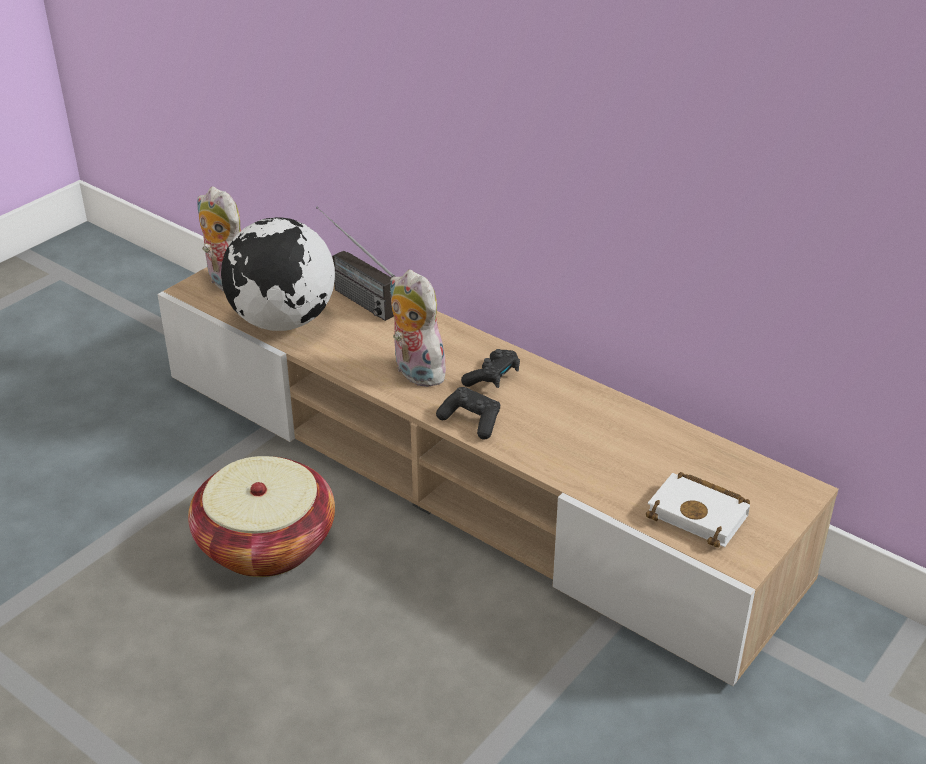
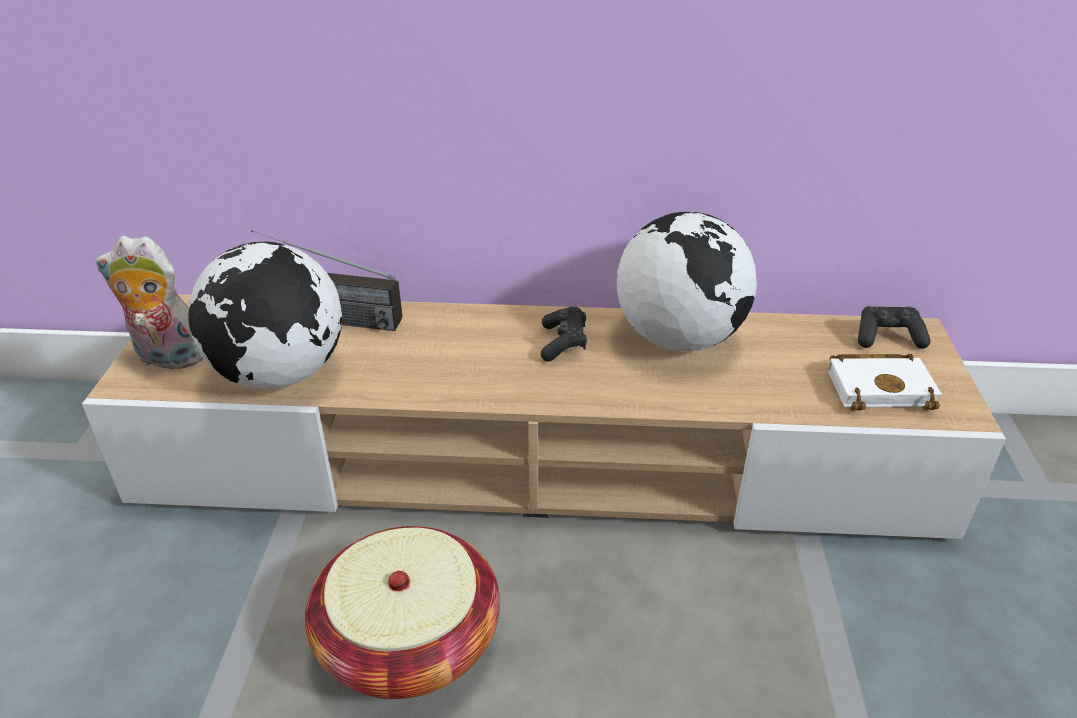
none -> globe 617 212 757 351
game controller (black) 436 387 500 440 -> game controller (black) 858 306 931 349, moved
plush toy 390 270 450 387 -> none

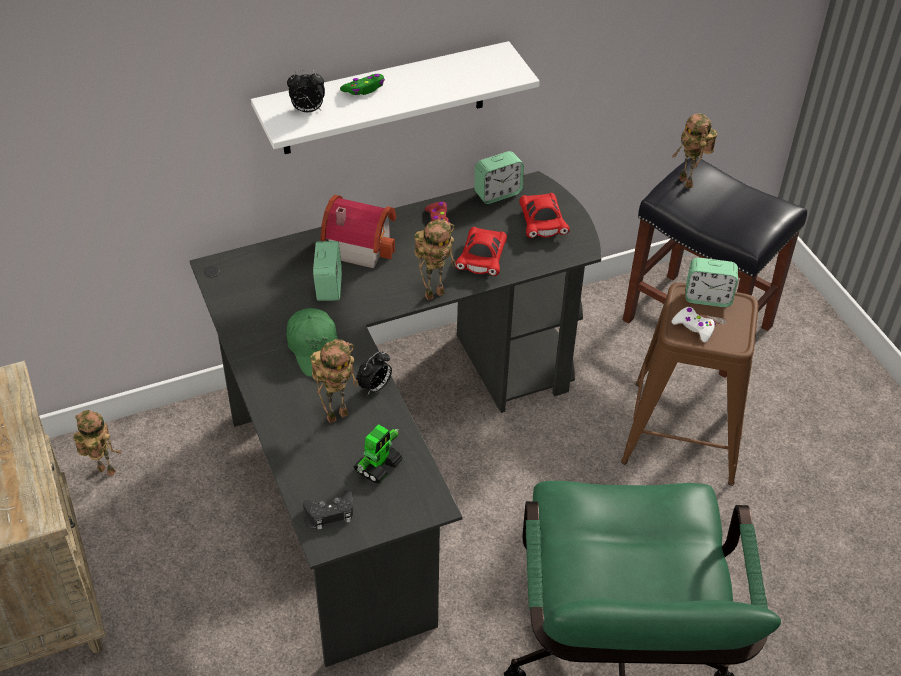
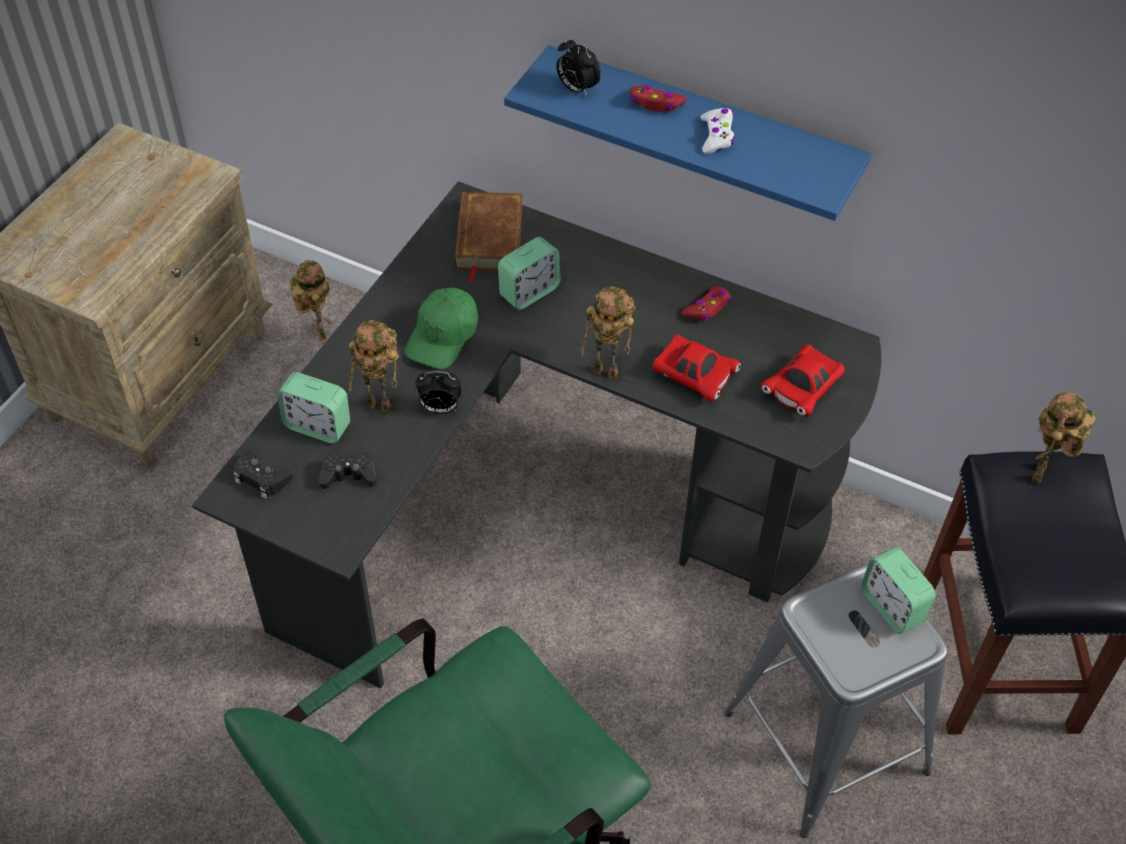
alarm clock 474 151 524 204 -> alarm clock 277 372 350 444, moved
toy robot 353 424 403 484 -> game controller (black) 319 452 377 489
none -> book (brown) 455 192 522 282
shelf (white) 251 41 540 154 -> shelf (blue) 504 45 872 221
game controller (green) 340 74 385 95 -> game controller (red) 630 84 687 112
toy car (red) 455 227 507 276 -> toy car (red) 653 334 741 402, 120 degrees counterclockwise
game controller (white) 672 307 715 342 -> game controller (white) 700 108 735 154, moved
stool (brown) 621 283 758 486 -> stool (grey) 724 563 948 838
toy house 321 194 396 268 -> none

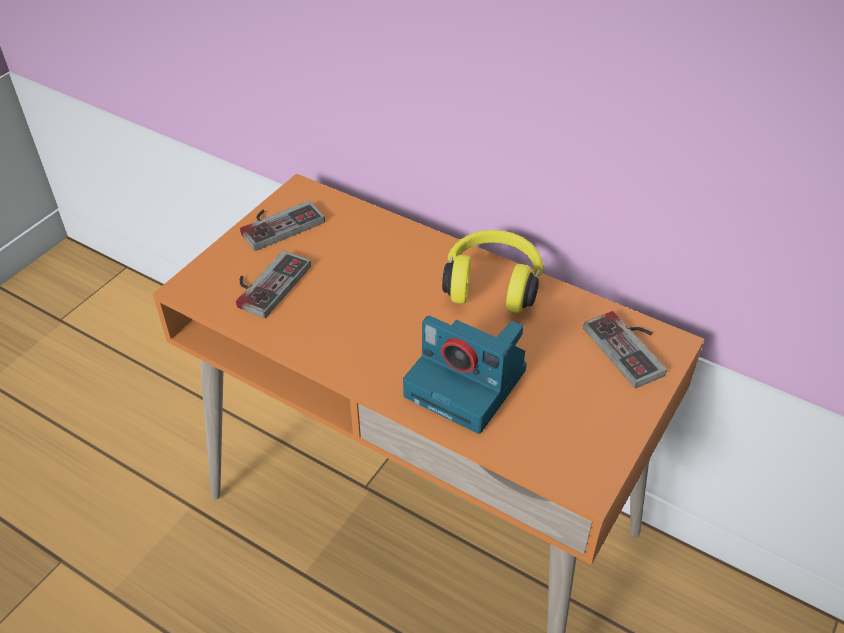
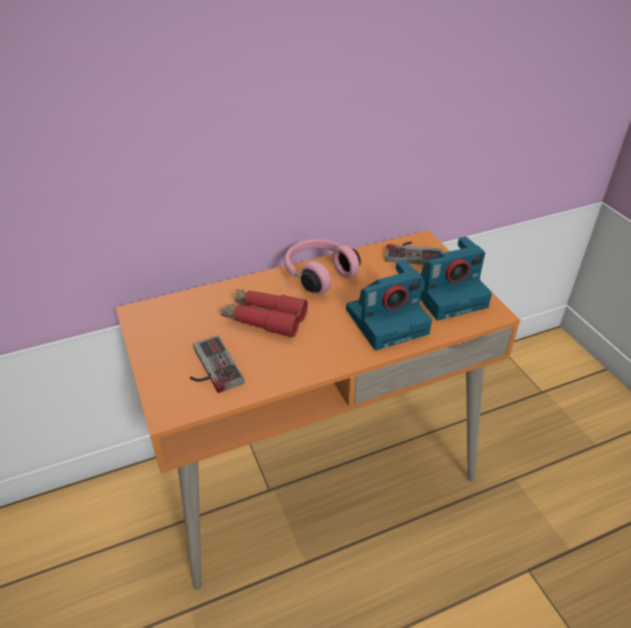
none -> binoculars (red) 221 289 308 338
headphones (yellow) 442 230 543 313 -> headphones (pink) 284 239 361 294
none -> photo camera 420 237 492 320
game controller 240 200 325 251 -> none

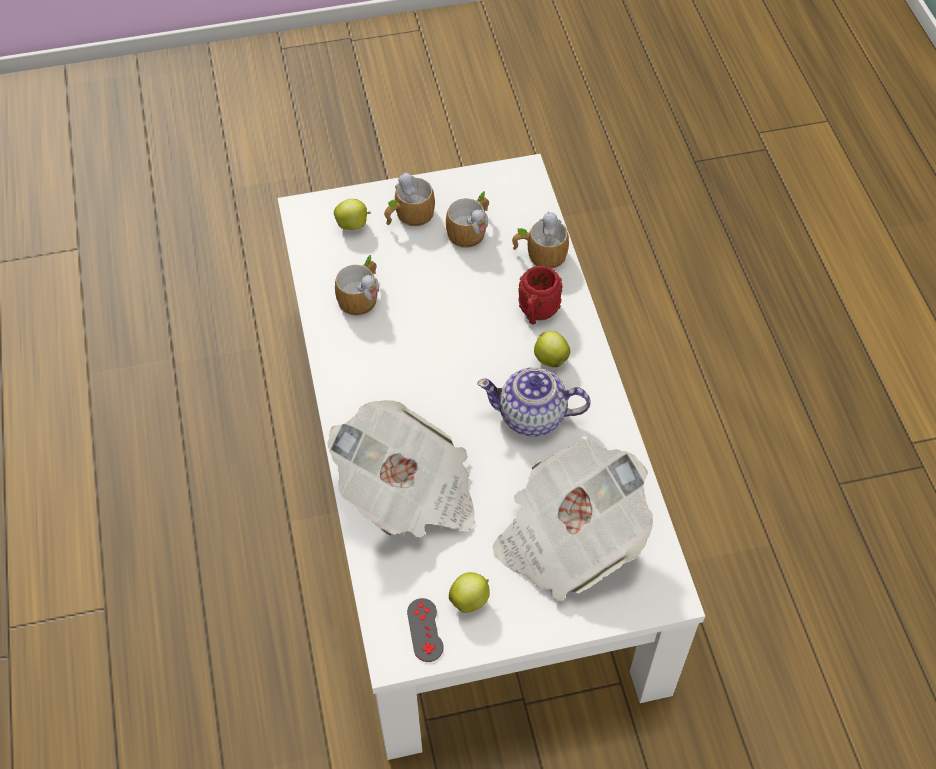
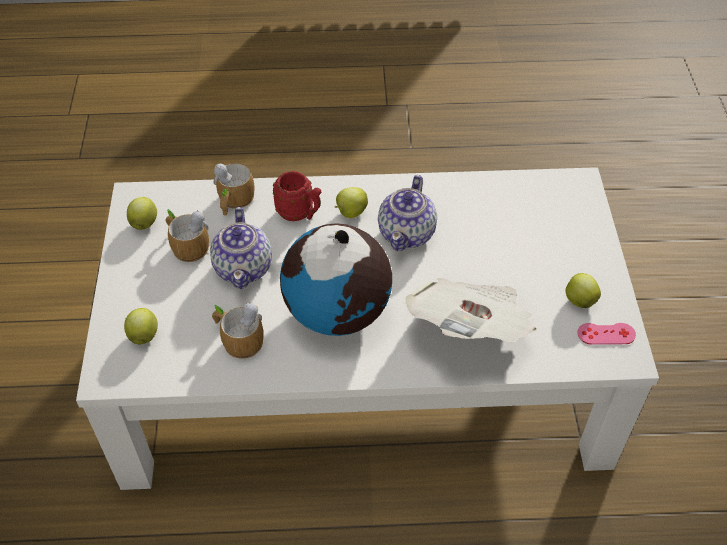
none -> apple 127 197 157 230
none -> teapot 210 207 272 289
none -> globe 280 223 392 336
game controller (grey) 407 598 443 662 -> game controller (pink) 577 323 636 345
mug 384 173 435 226 -> none
newspaper 493 439 653 602 -> none

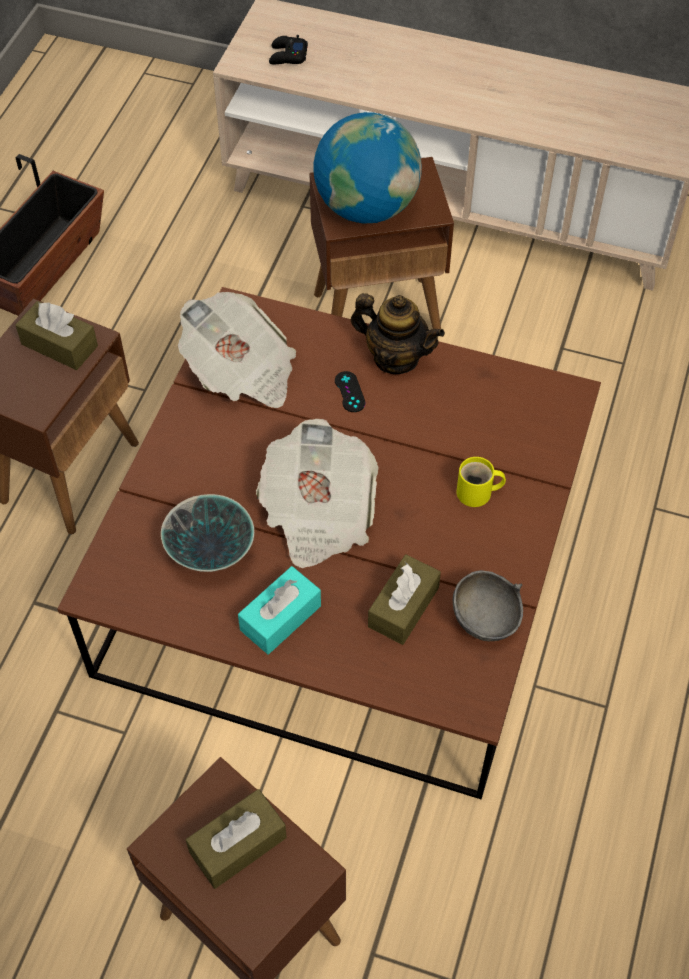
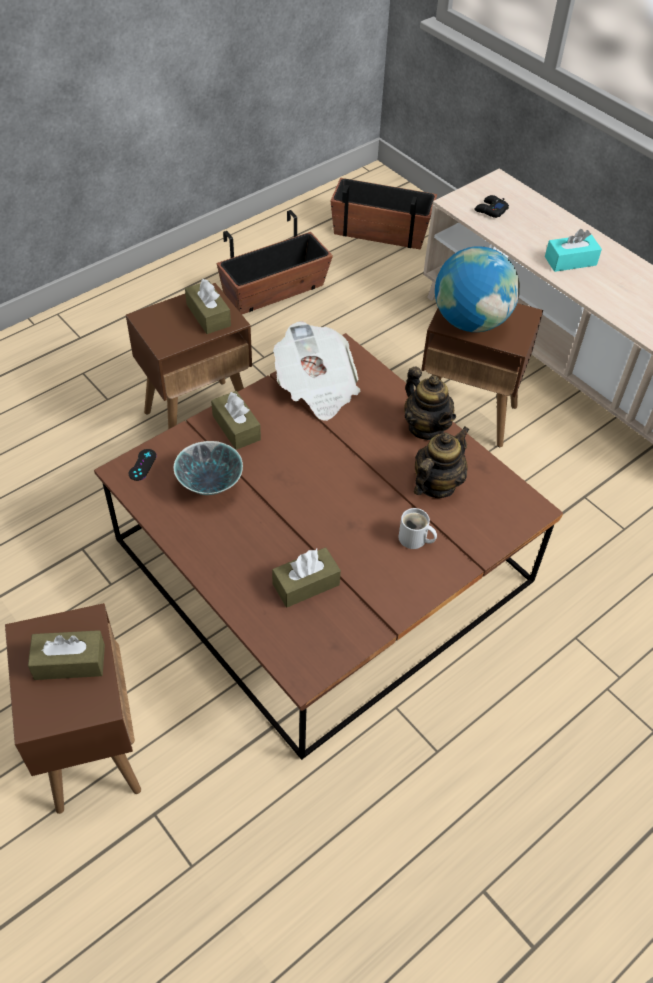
game controller (black) 335 371 365 412 -> game controller (black) 129 449 157 481, moved
none -> tissue box (brown) 211 391 261 450
none -> planter 330 178 437 250
mug (yellow) 456 457 506 507 -> mug (white) 399 508 437 549
none -> teapot 414 426 470 498
tissue box (turquoise) 238 566 321 654 -> tissue box (turquoise) 545 229 602 272, moved
newspaper 256 419 379 568 -> none
bowl (grey) 453 570 523 641 -> none

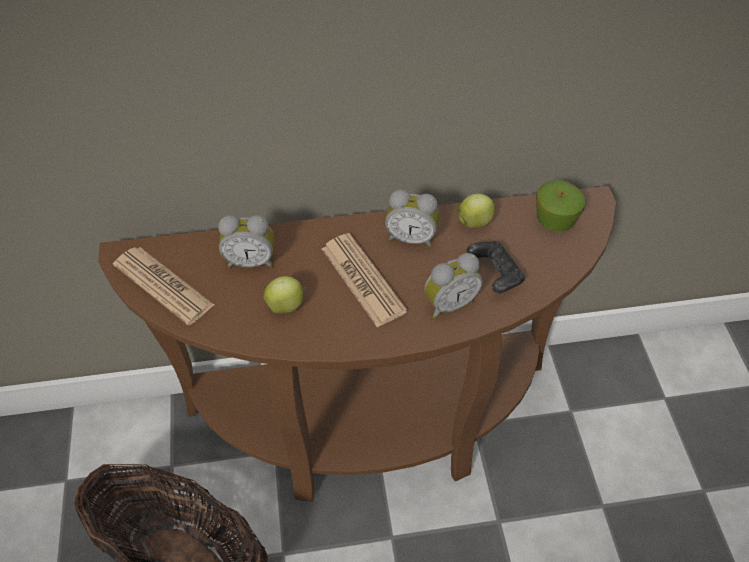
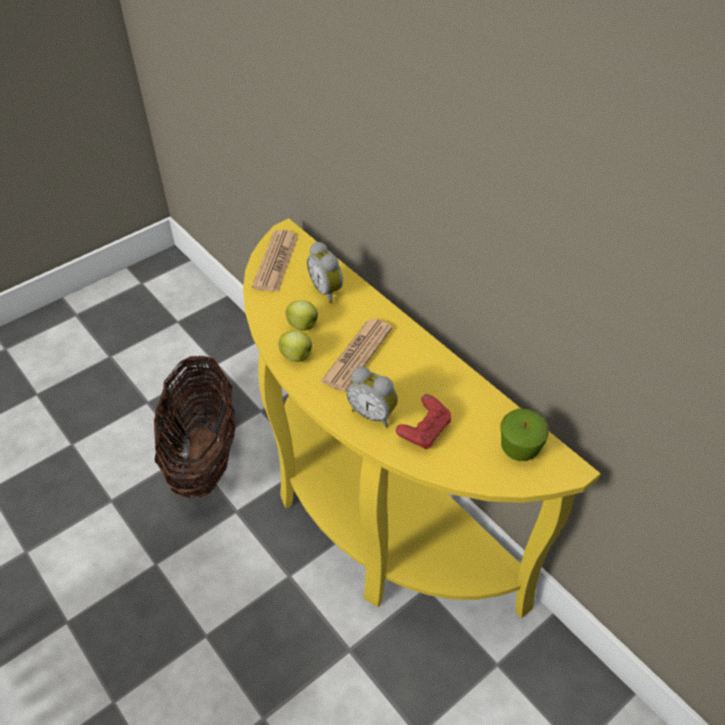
console table (brown) 98 186 616 502 -> console table (yellow) 243 218 600 618
apple 457 193 495 228 -> apple 278 331 312 362, moved
game controller (black) 467 241 525 293 -> game controller (red) 396 394 451 449
alarm clock 385 190 439 248 -> none

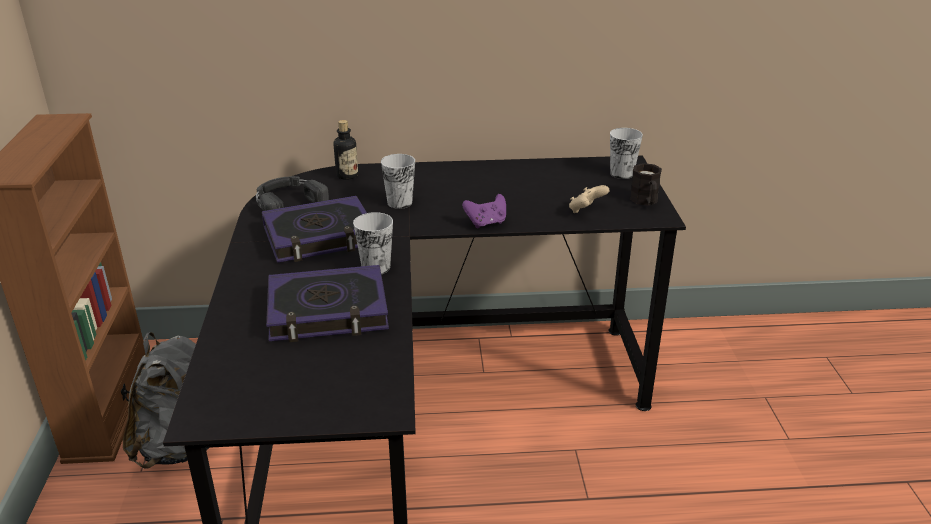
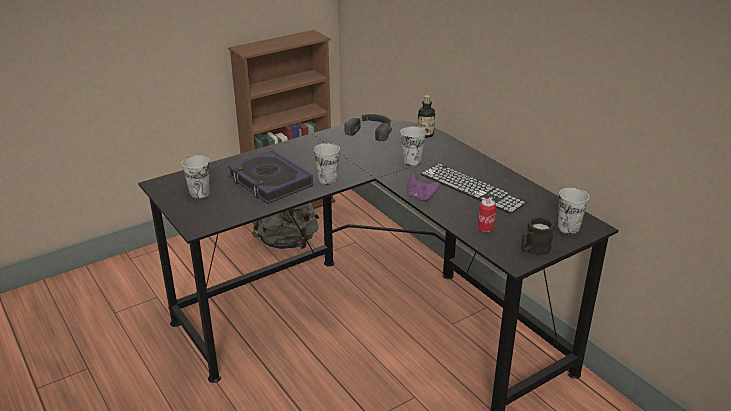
none -> cup 182 155 210 199
none -> keyboard 420 164 528 214
game controller (beige) 569 185 610 213 -> can 478 199 496 232
book 262 196 367 263 -> none

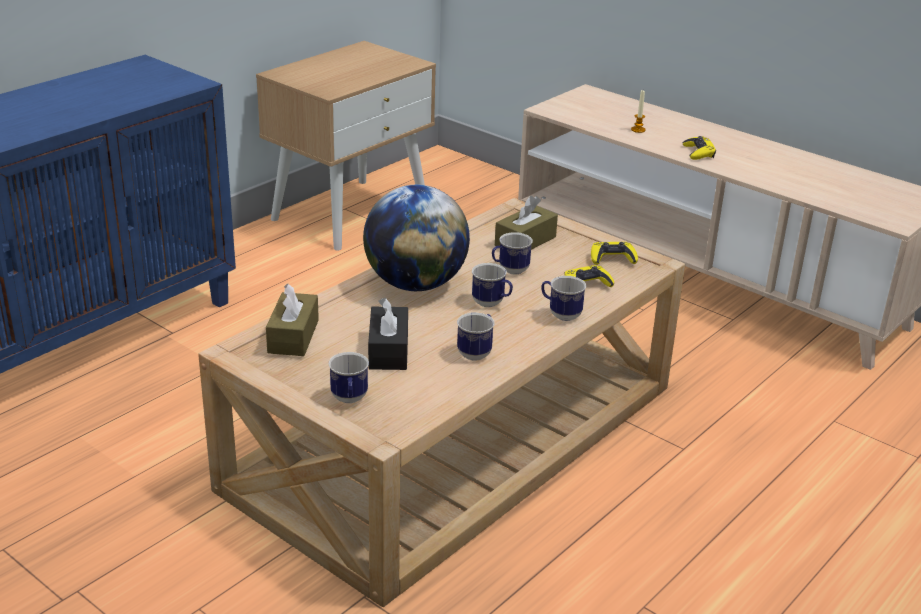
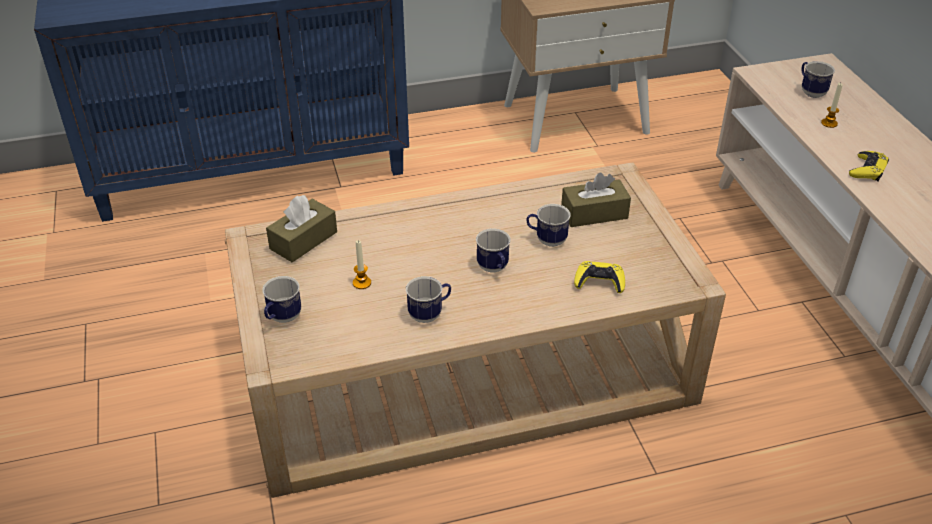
tissue box (black) 368 298 408 370 -> candle 353 240 371 289
mug 542 276 586 321 -> mug 801 61 835 98, moved
globe 363 185 470 291 -> none
game controller (yellow) 591 242 638 265 -> none

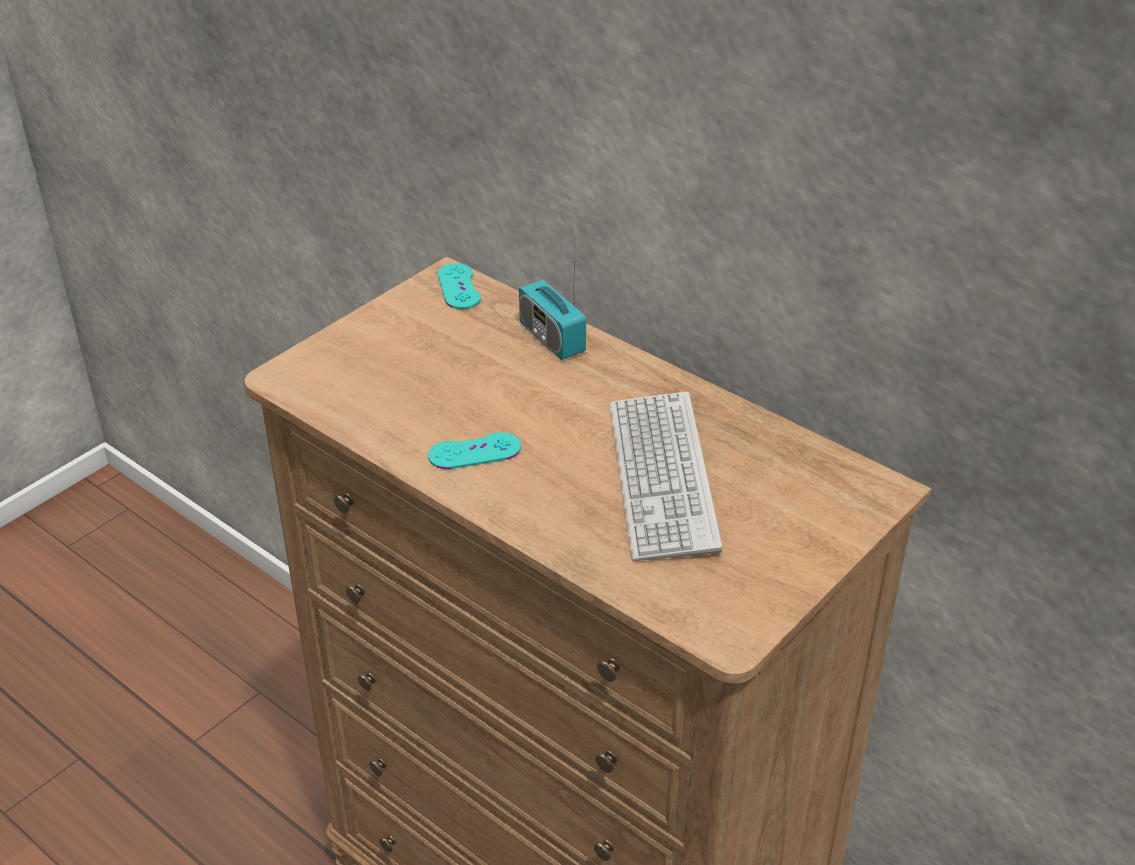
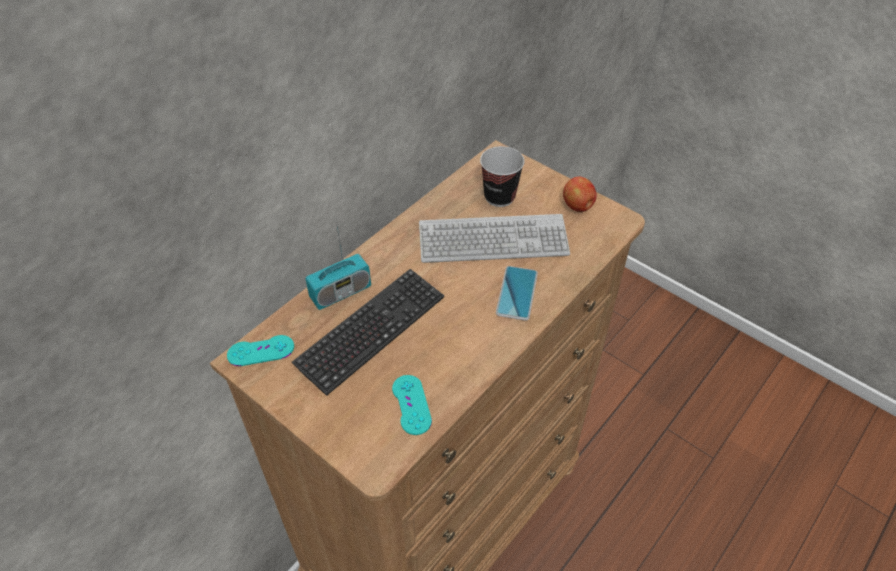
none -> keyboard 292 269 444 396
game controller (turquoise) 428 432 521 469 -> game controller (turquoise) 392 375 432 435, moved
none -> cup 480 146 525 207
none -> phone 496 266 538 321
none -> apple 563 177 597 212

